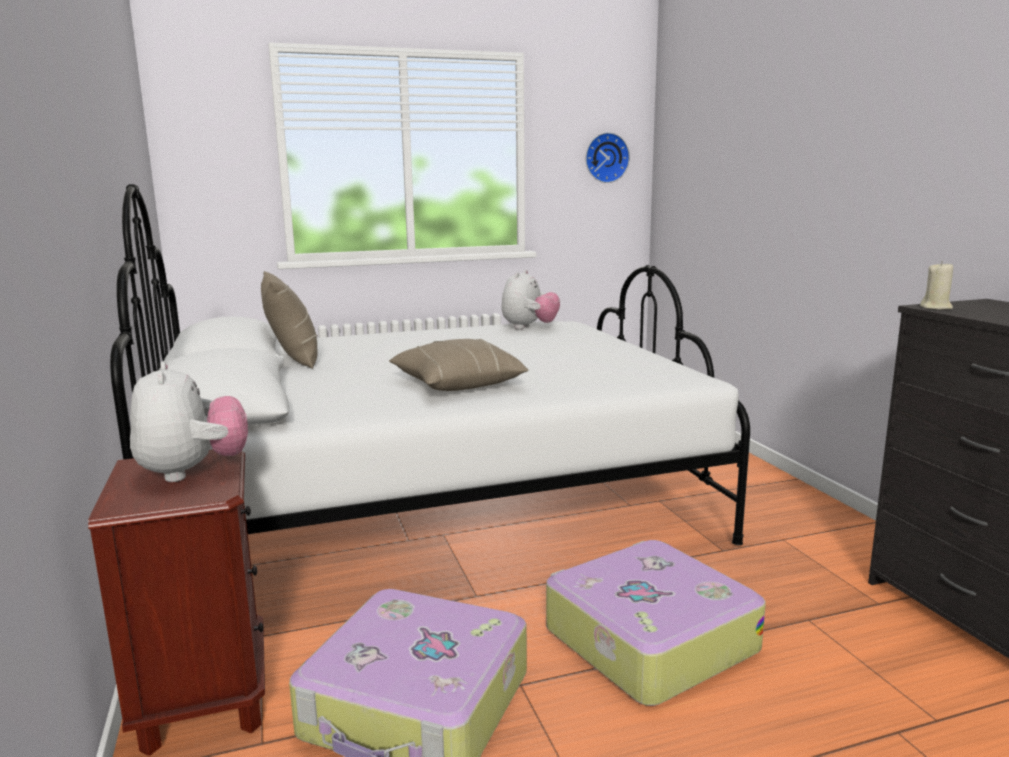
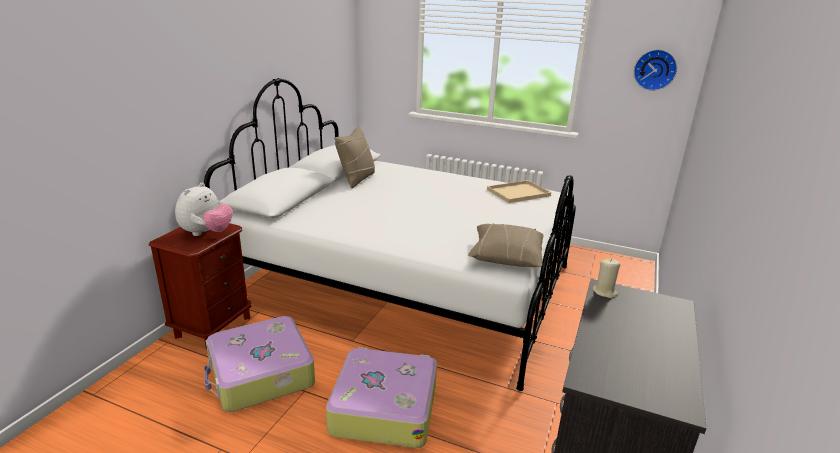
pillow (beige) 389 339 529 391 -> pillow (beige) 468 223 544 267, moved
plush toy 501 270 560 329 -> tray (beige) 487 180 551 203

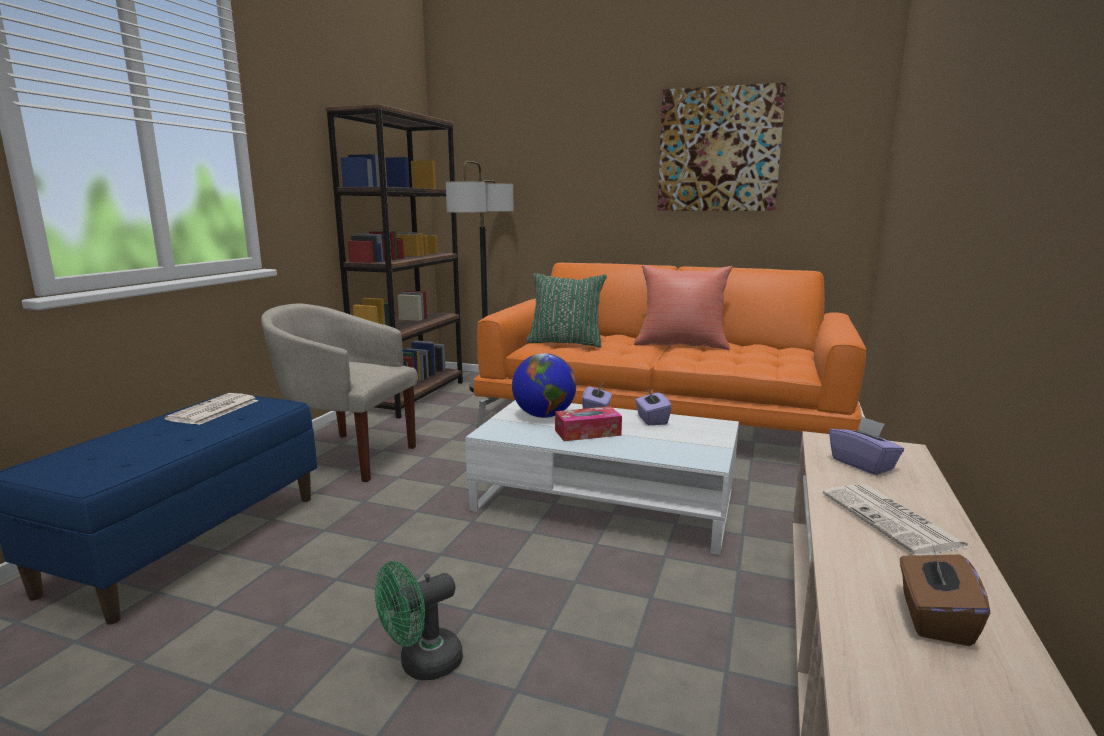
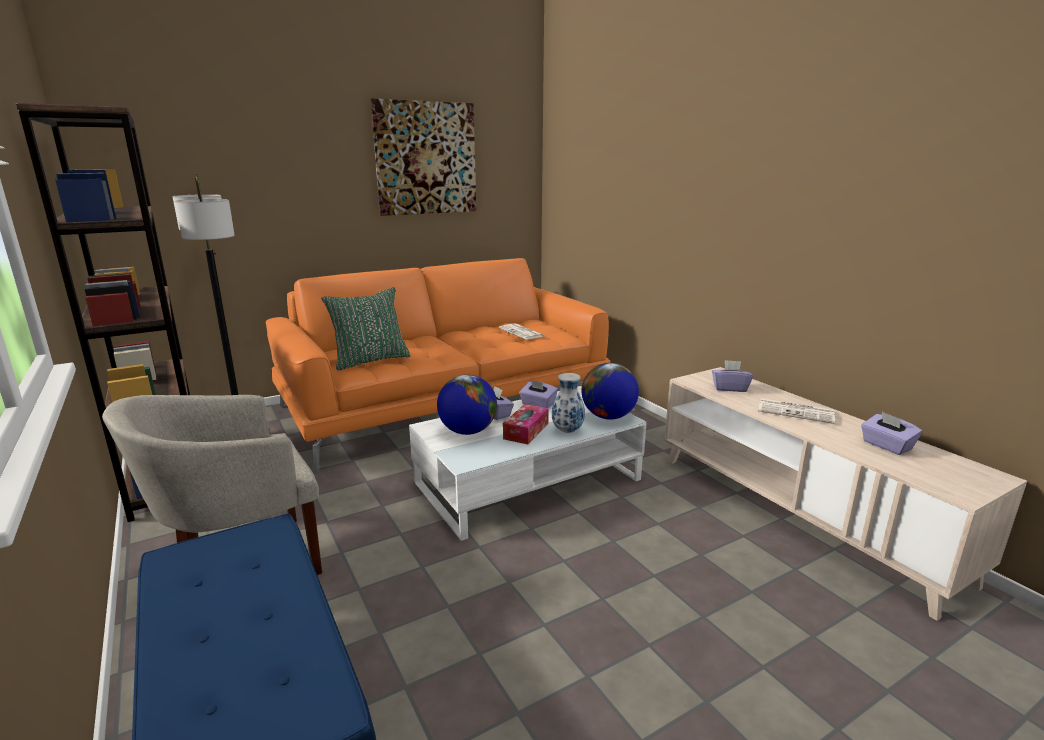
newspaper 164 393 258 425 -> newspaper 499 323 543 340, moved
none -> vase 552 373 585 433
none -> globe 582 363 639 420
tissue box (brown) 900 543 990 646 -> tissue box (purple) 861 412 922 455
fan (green) 375 561 463 680 -> none
pillow (red) 634 265 733 350 -> none

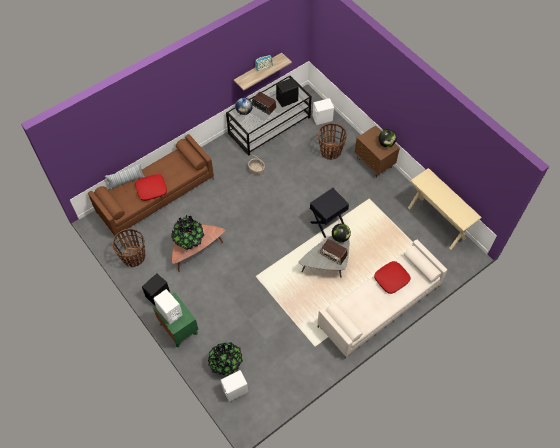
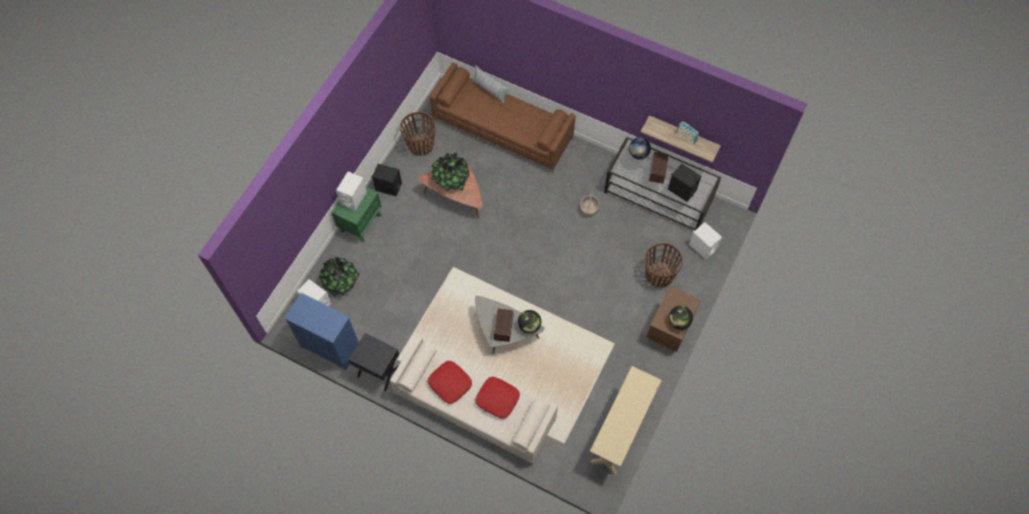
none -> dresser (blue) 284 293 359 370
side table (black) 310 188 349 238 -> side table (black) 348 333 399 391, moved
pillow (red) 136 174 167 201 -> pillow (red) 428 361 472 404, moved

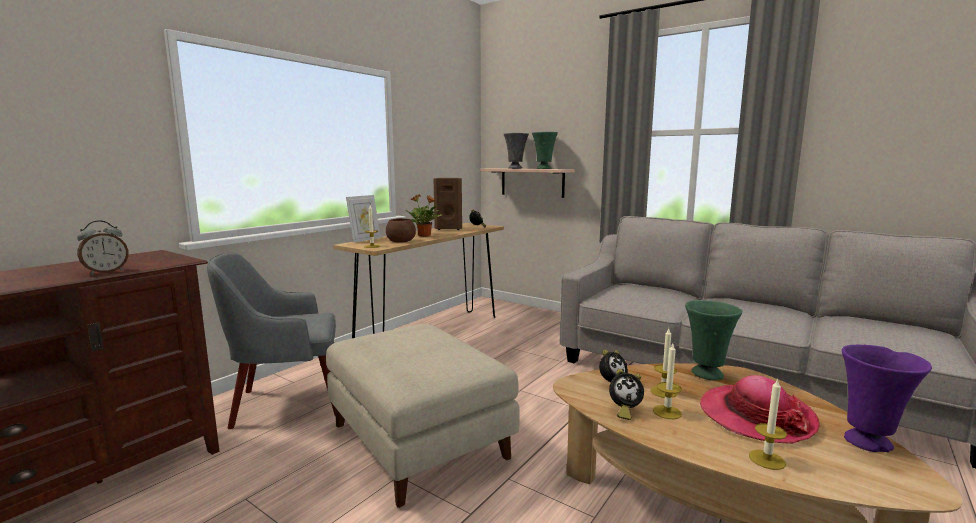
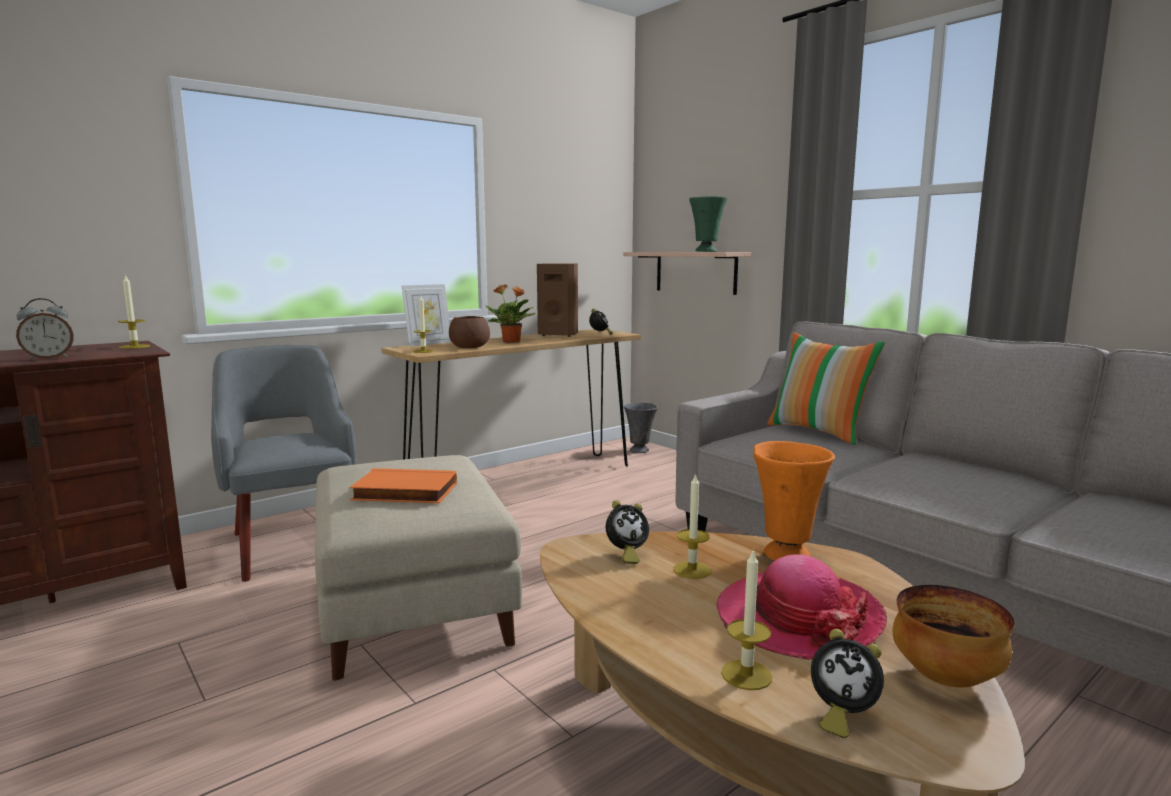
candle 653 344 682 419 -> candle 118 274 150 349, moved
armchair (grey) 207 252 336 429 -> armchair (grey) 211 345 357 582, 60 degrees clockwise
none -> book (orange) 350 468 457 503
vase (grey) 504 133 529 169 -> vase (grey) 624 403 658 453, moved
vase (green) 685 300 742 380 -> vase (orange) 754 441 835 561
none -> pillow 767 332 885 445
alarm clock 609 369 644 420 -> alarm clock 811 629 884 738, moved
vase (purple) 842 345 932 452 -> bowl 892 585 1015 688

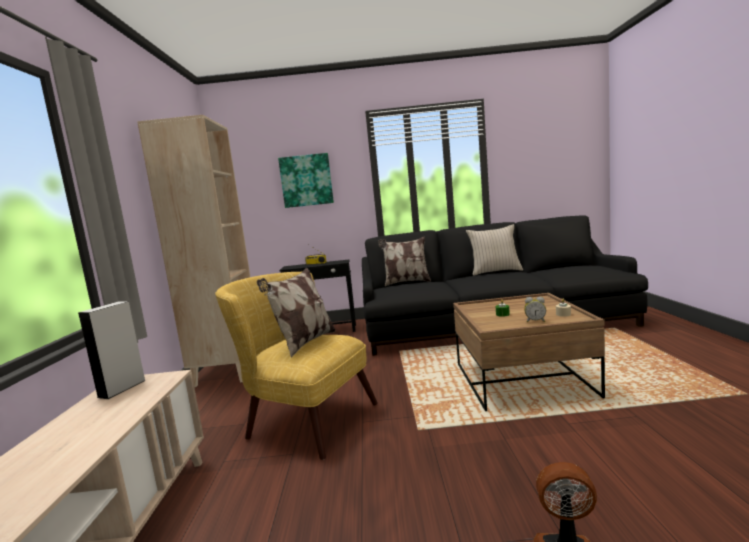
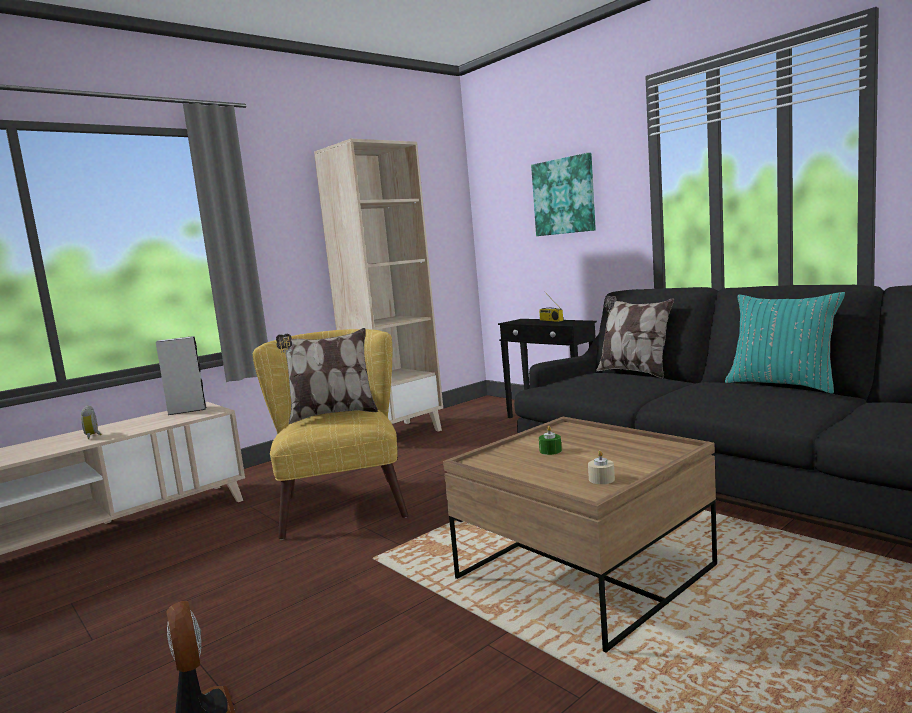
alarm clock 524 297 546 322 -> alarm clock 81 406 102 439, moved
pillow (beige) 466 224 523 276 -> pillow (turquoise) 725 292 845 394

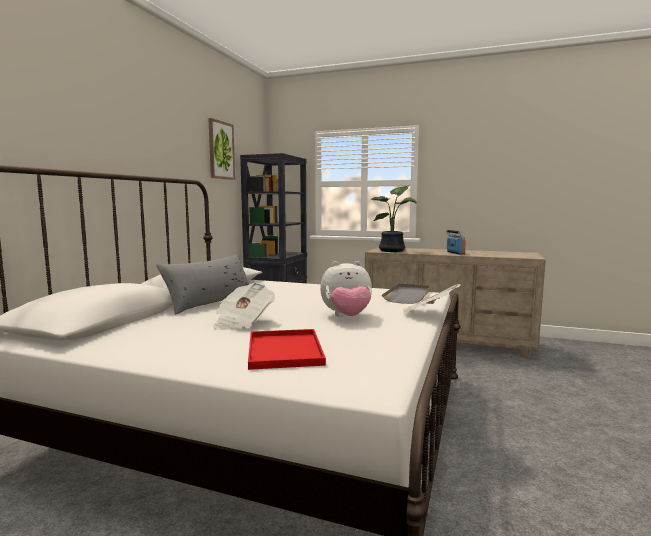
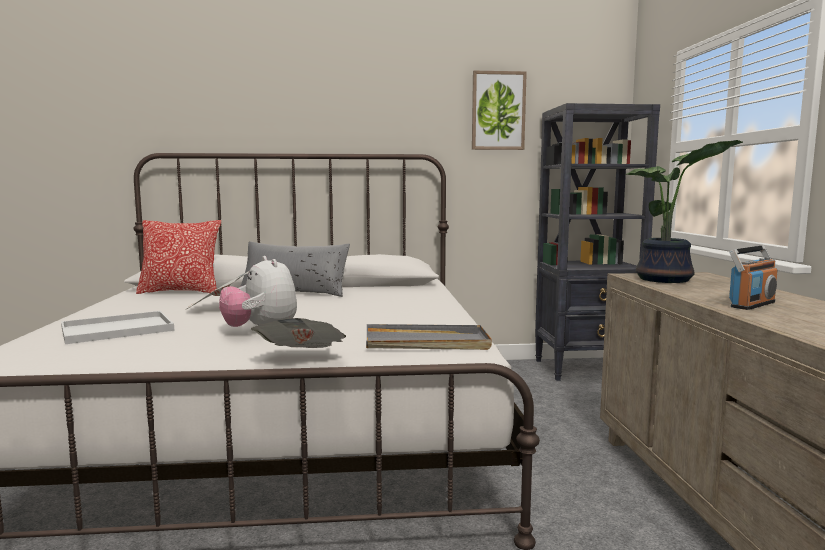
tray (red) 248 329 326 370 -> tray (white) 61 311 174 344
none -> pillow 136 220 221 294

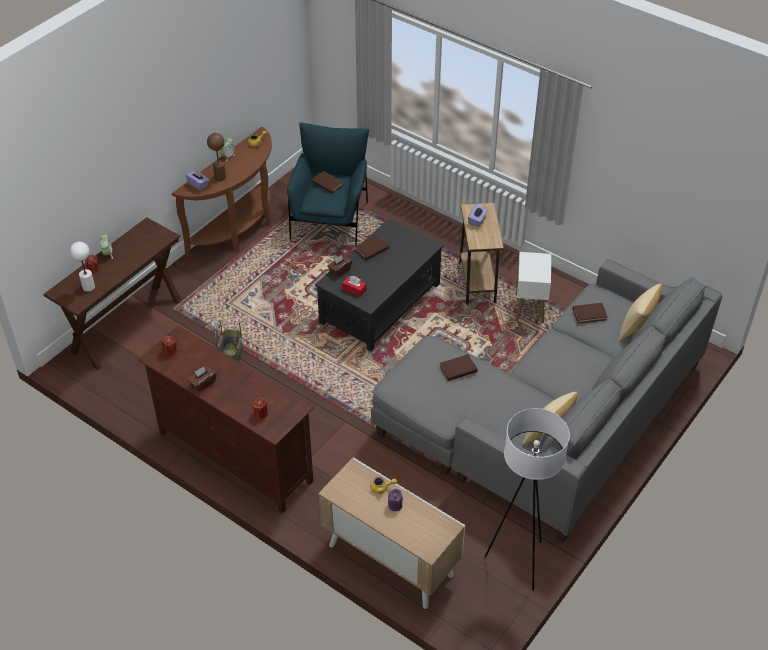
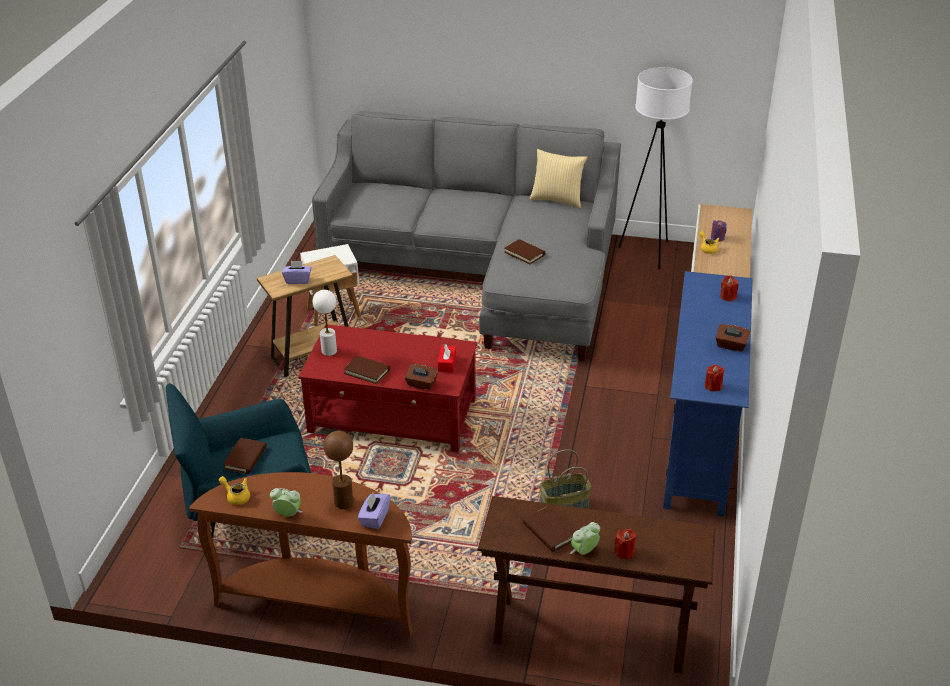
coffee table (black) 315 218 444 352 -> coffee table (red) 298 325 477 452
table lamp (white) 70 242 95 292 -> table lamp (white) 313 290 337 356, moved
book (brown) 573 303 608 324 -> book (brown) 523 506 575 552, moved
tv stand (brown) 138 326 315 514 -> tv stand (blue) 663 271 753 517
pillow 618 284 662 341 -> none

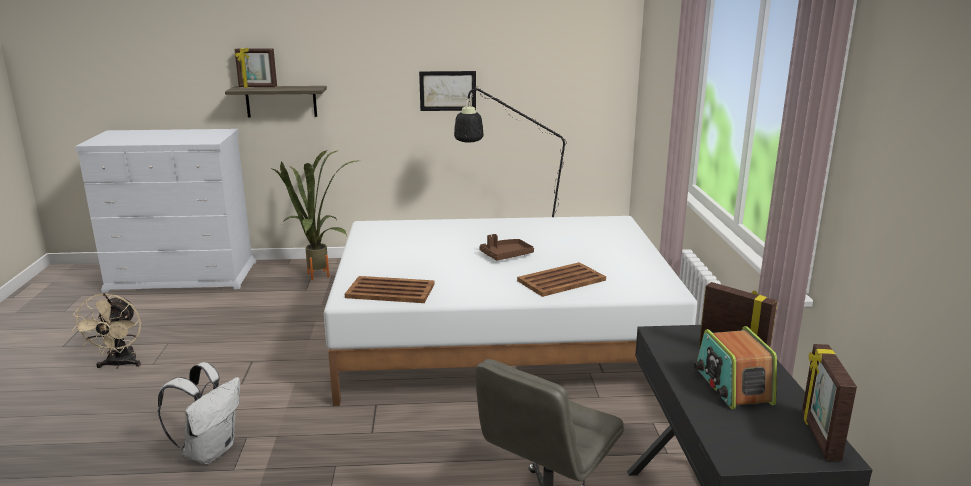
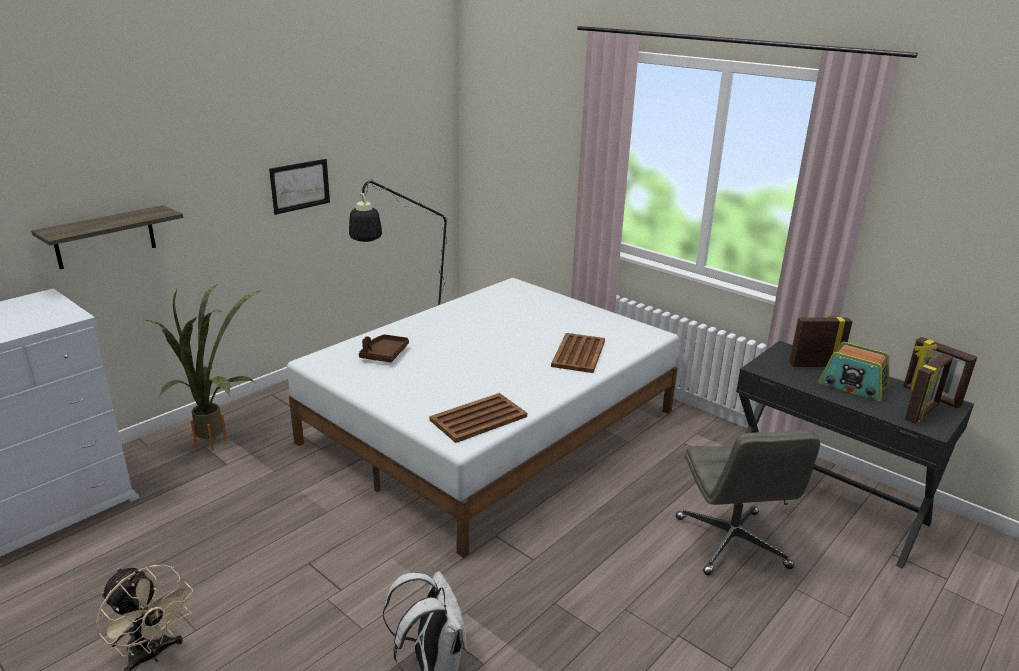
tray (brown) 479 234 534 260 -> tray (brown) 359 334 409 362, moved
picture frame 234 48 277 88 -> picture frame 905 353 953 424, moved

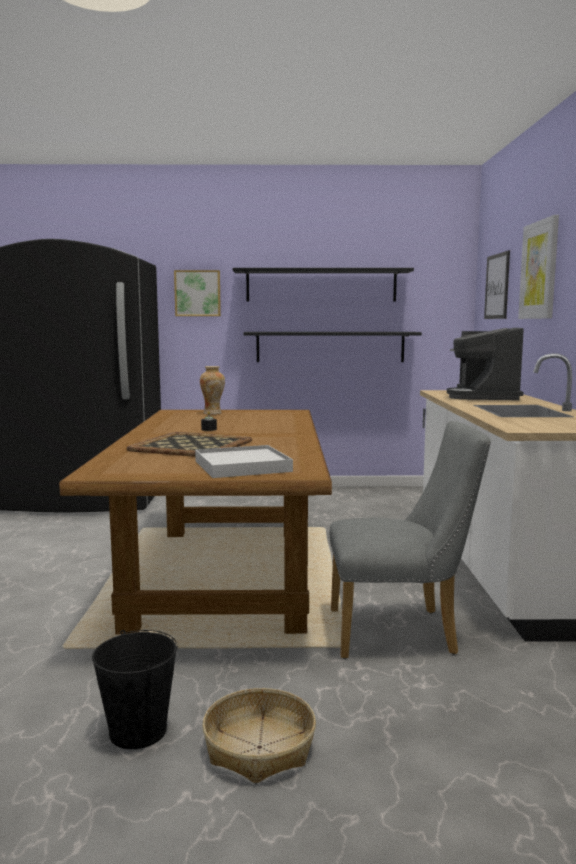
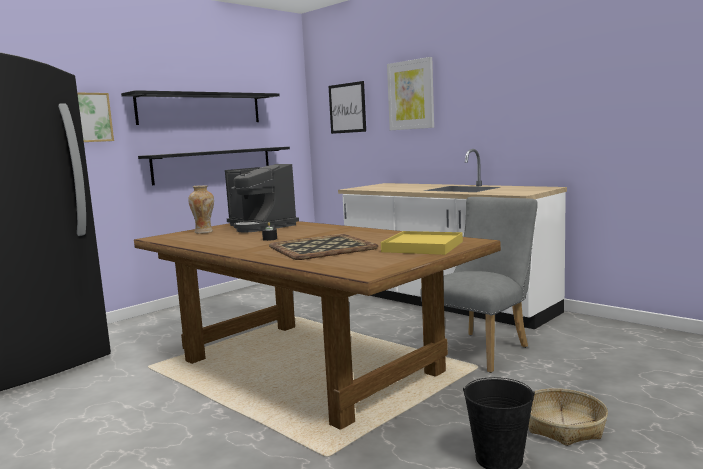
coffee machine 447 328 524 400 -> coffee machine 225 164 299 232, moved
tray (white) 195 445 293 478 -> tray (yellow) 381 231 463 255

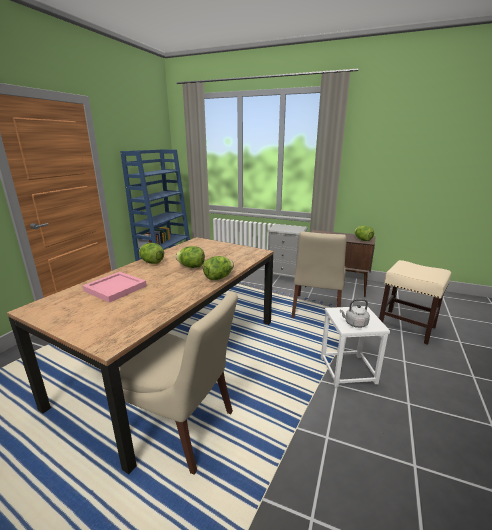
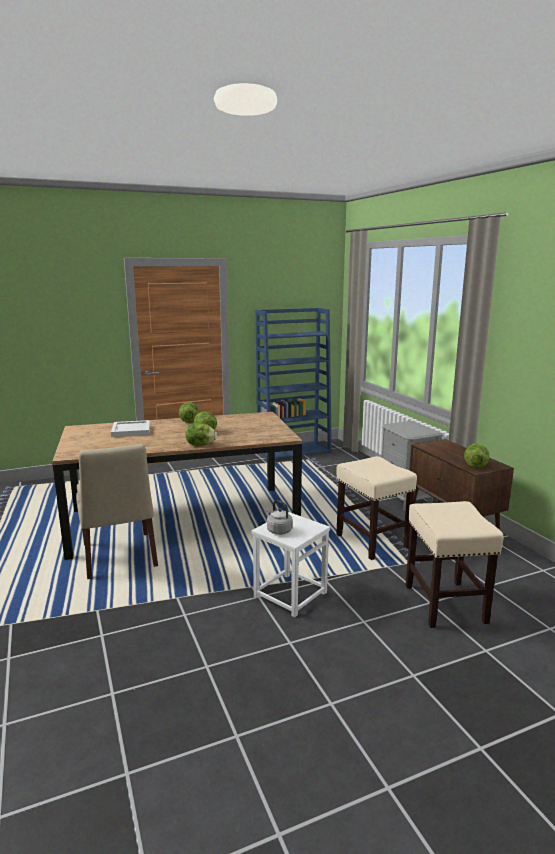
tray (pink) 82 272 147 303 -> tray (white) 111 420 150 437
chair (beige) 291 231 347 318 -> stool (beige) 336 456 417 560

